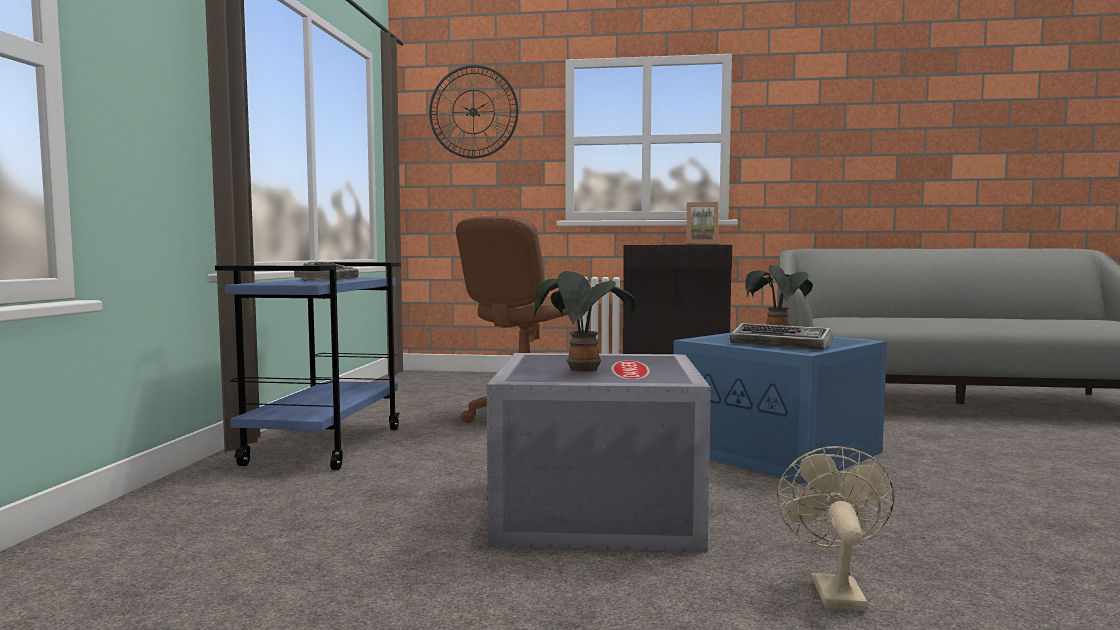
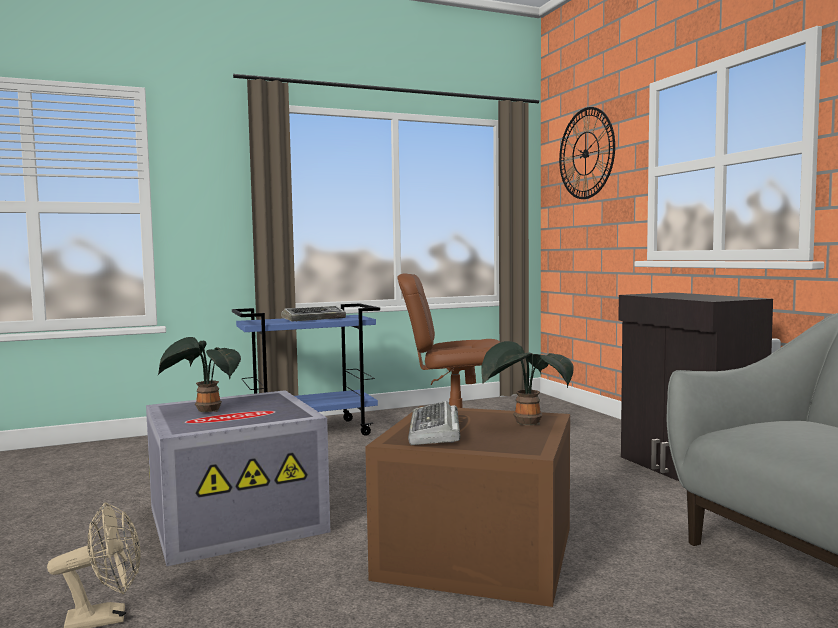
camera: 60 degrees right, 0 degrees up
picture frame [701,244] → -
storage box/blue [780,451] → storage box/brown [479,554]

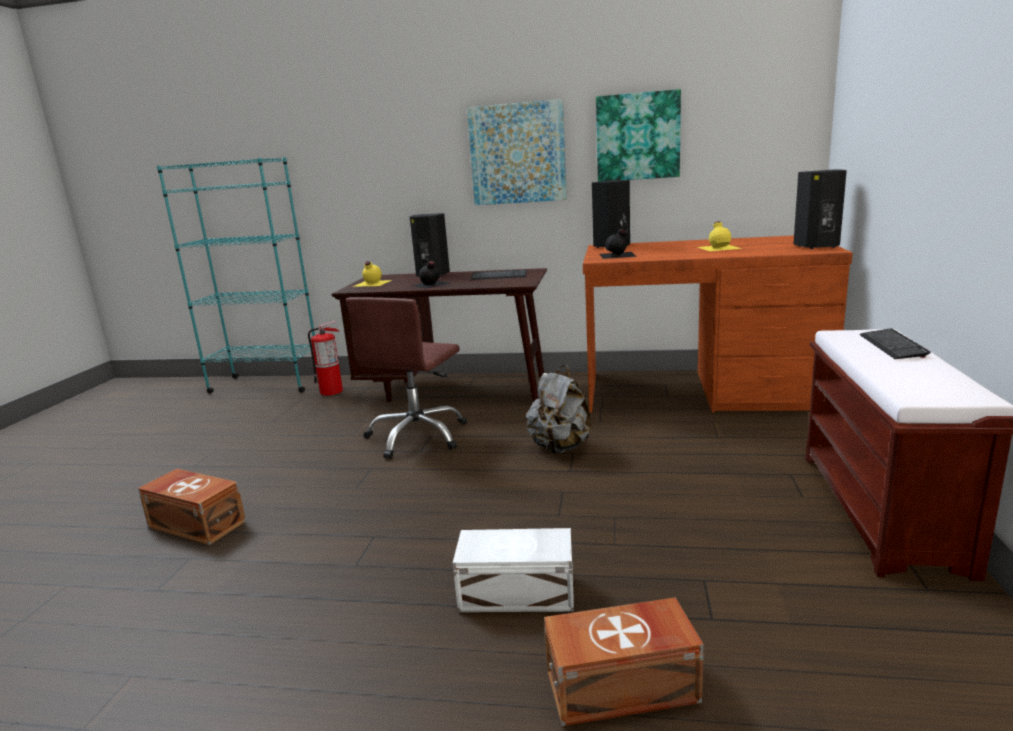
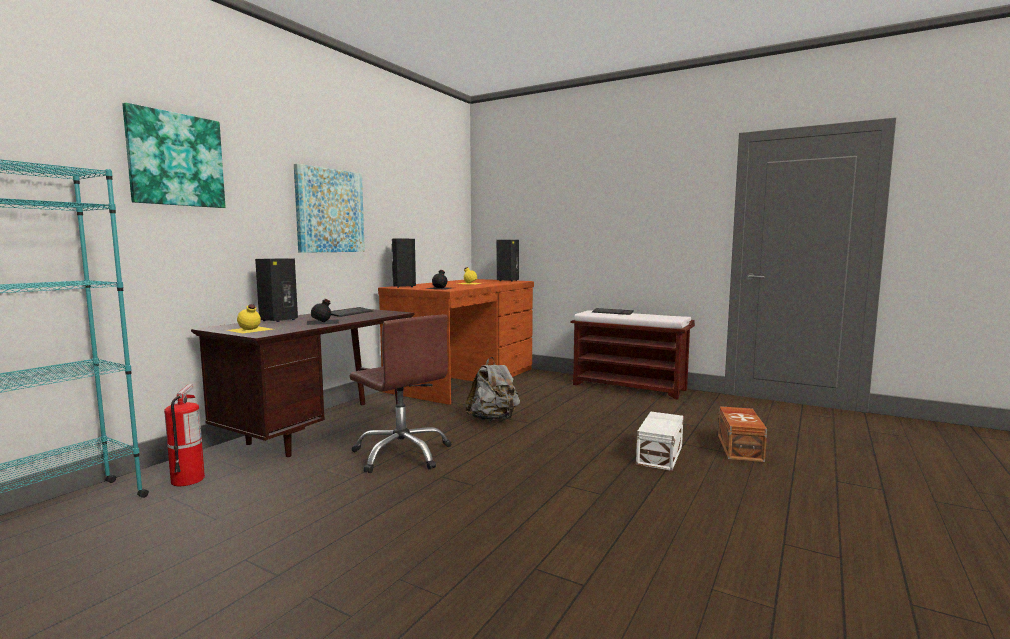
camera: 70 degrees left, 10 degrees down
storage box/brown [197,523] → -
picture [637,137] → picture [176,160], relocated

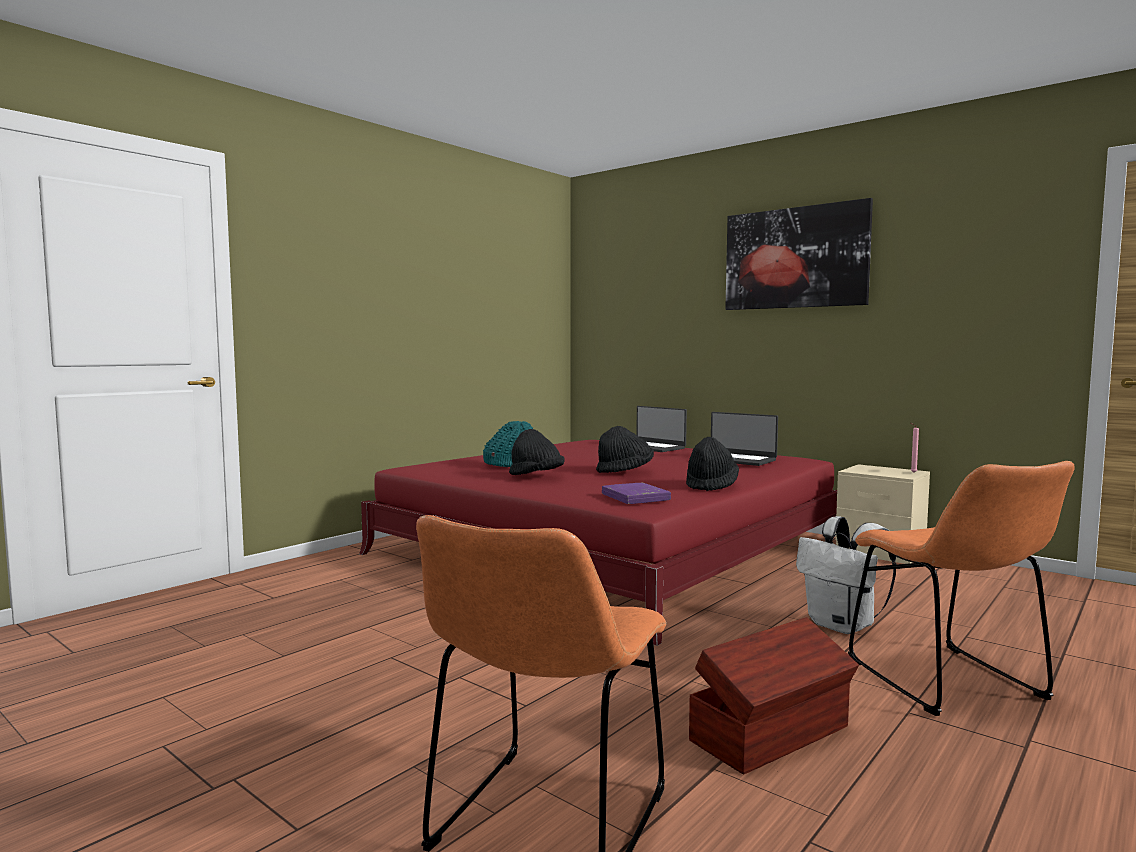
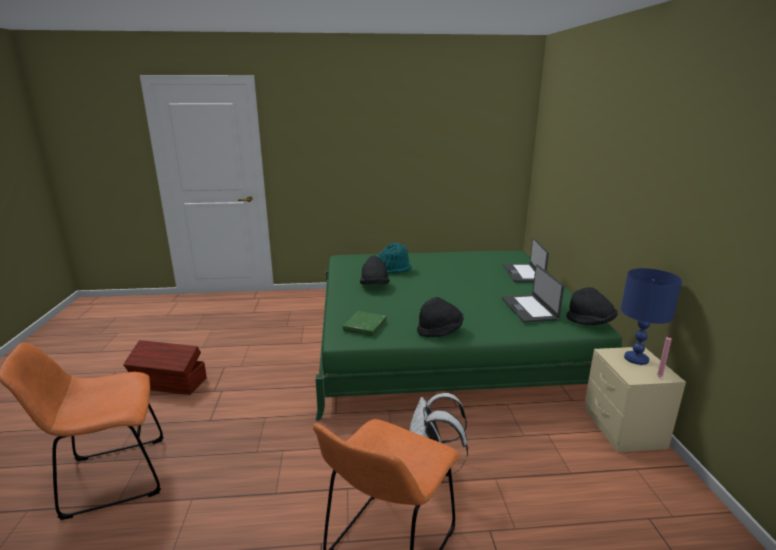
camera: 45 degrees right, 15 degrees up
picture [795,258] → -
- → table lamp/blue [636,358]
hat/black [625,471] → hat/black [590,322], relocated
storage box/brown [773,734] → storage box/brown [169,383], relocated
bed/red [610,546] → bed/green [444,338]
book/purple [635,498] → book/green [365,326]

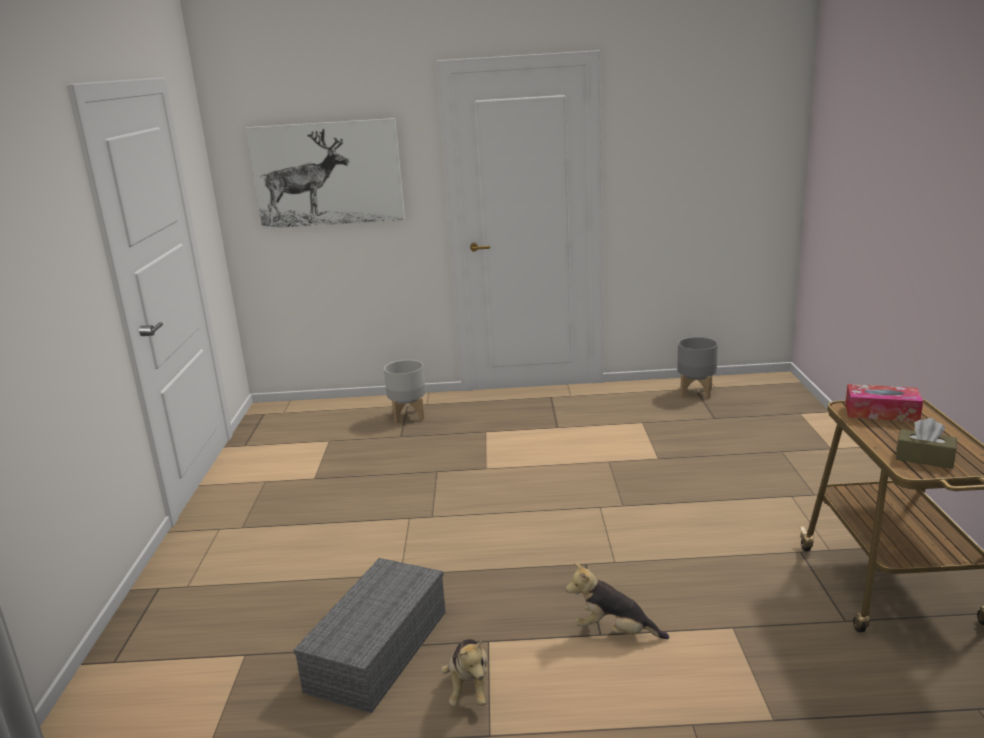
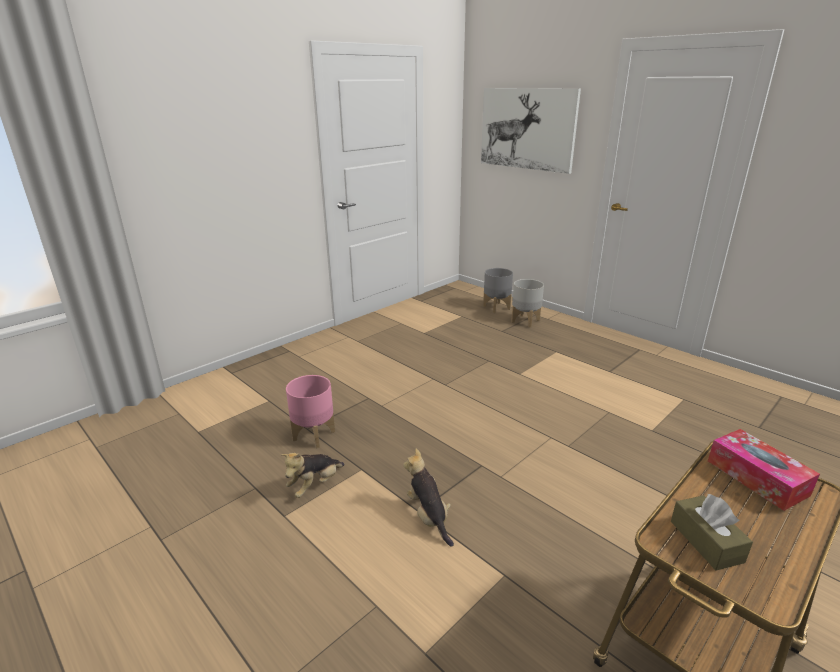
camera: 45 degrees right, 5 degrees up
planter/grey [696,392] → planter/grey [496,307], relocated
storage box/grey [378,648] → planter/pink [314,435]

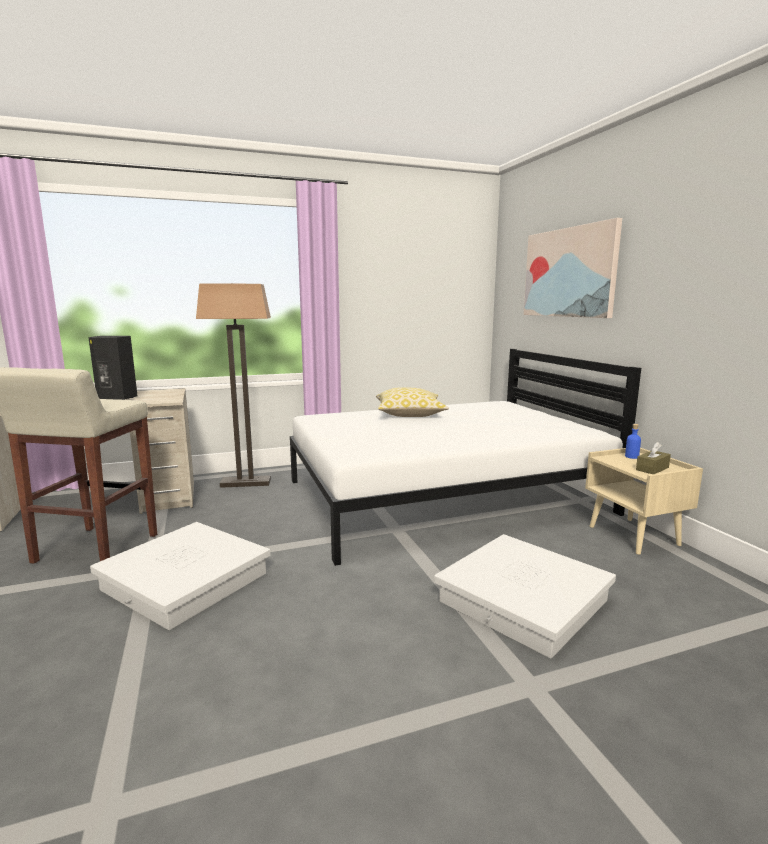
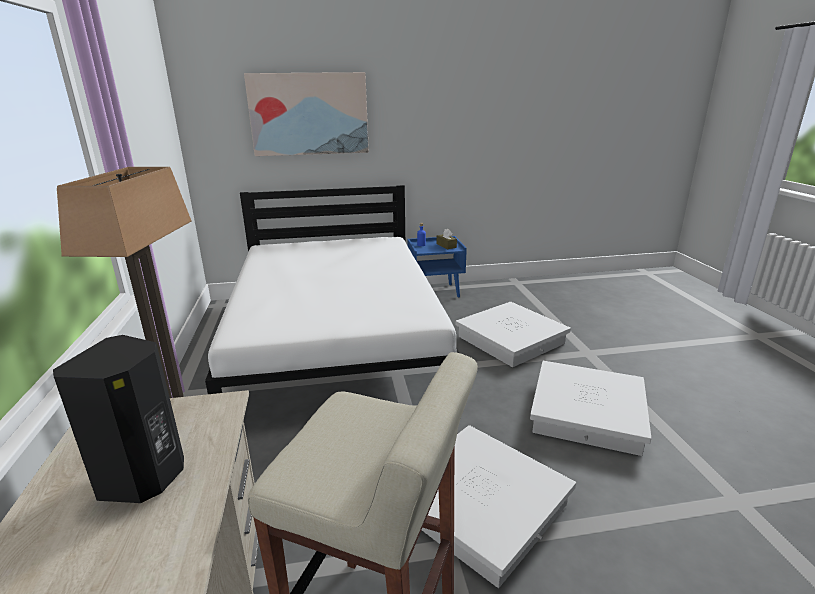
camera: 80 degrees left, 10 degrees up
pillow [409,414] → -
- → storage box/white [587,413]
nightstand/beige [634,536] → nightstand/blue [435,292]

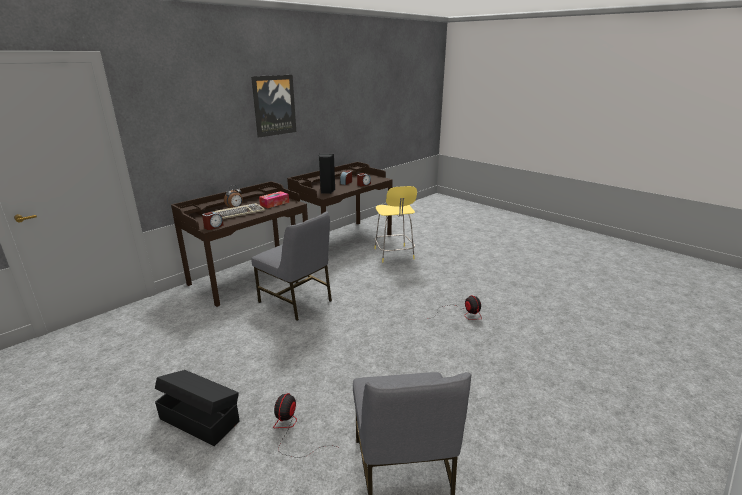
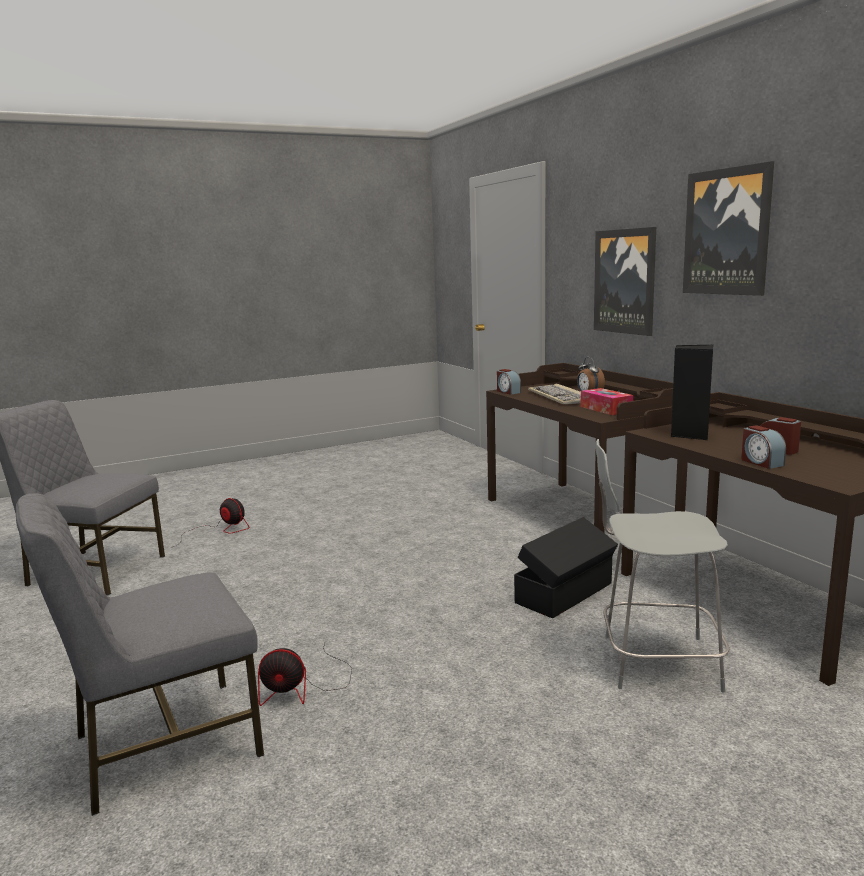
camera: 110 degrees right, 10 degrees down
- → picture [625,281]
storage box/black [200,419] → storage box/black [566,593], relocated
chair/grey [296,301] → chair/grey [163,744], relocated
stool/yellow [394,254] → stool/grey [655,662]

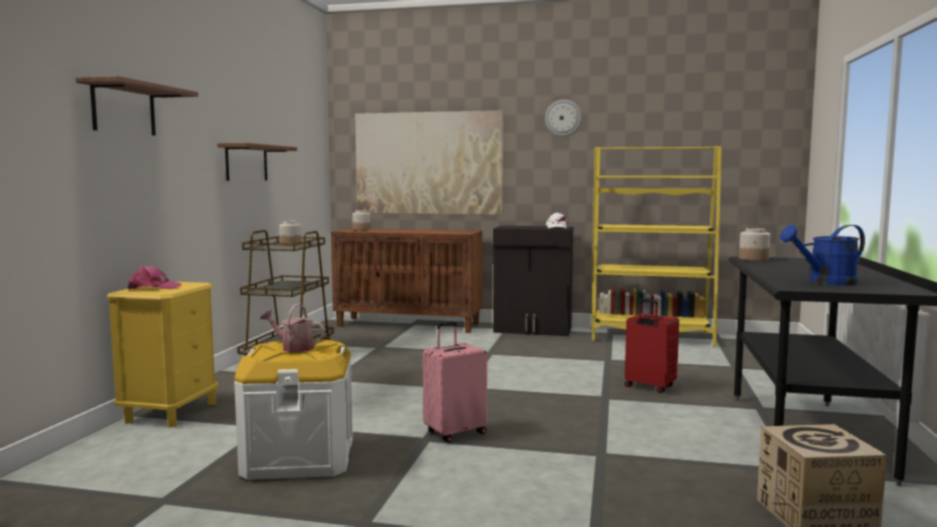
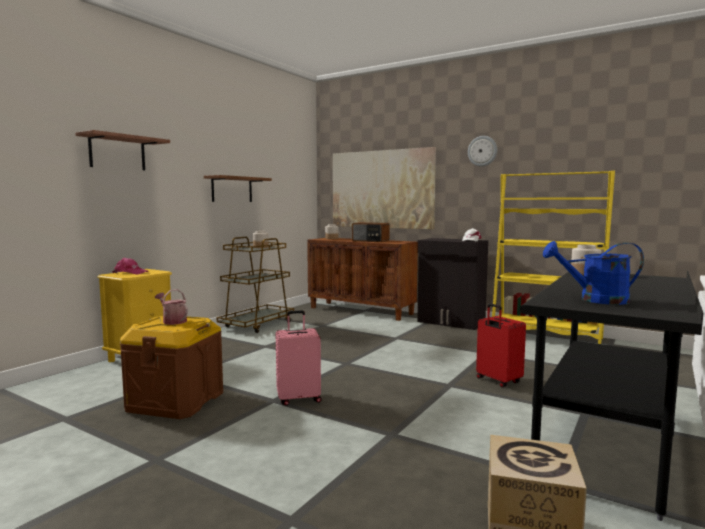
camera: 20 degrees right, 0 degrees up
- → radio [370,241]
storage box/white [299,458] → storage box/brown [175,401]

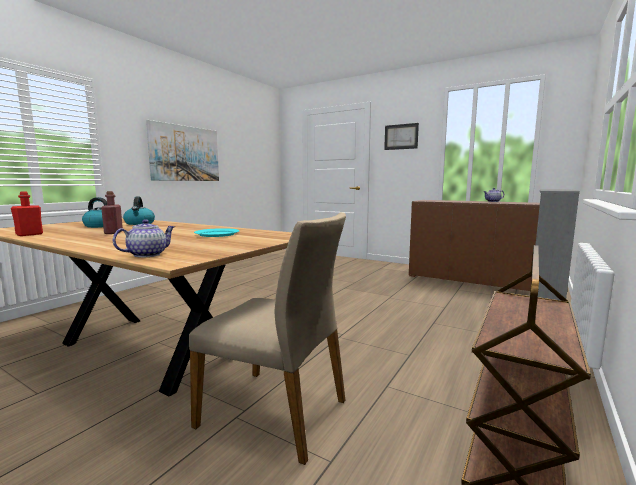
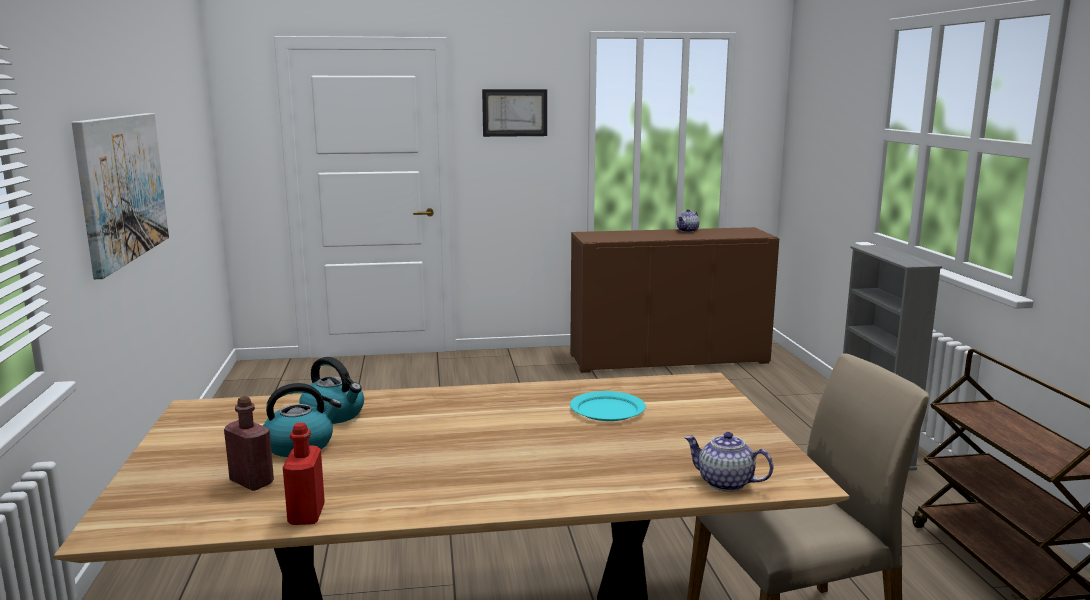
camera: 40 degrees left, 5 degrees up
bottle/red [113,233] → bottle/red [252,482], relocated
teapot [147,255] → teapot [724,483], 60 degrees counterclockwise

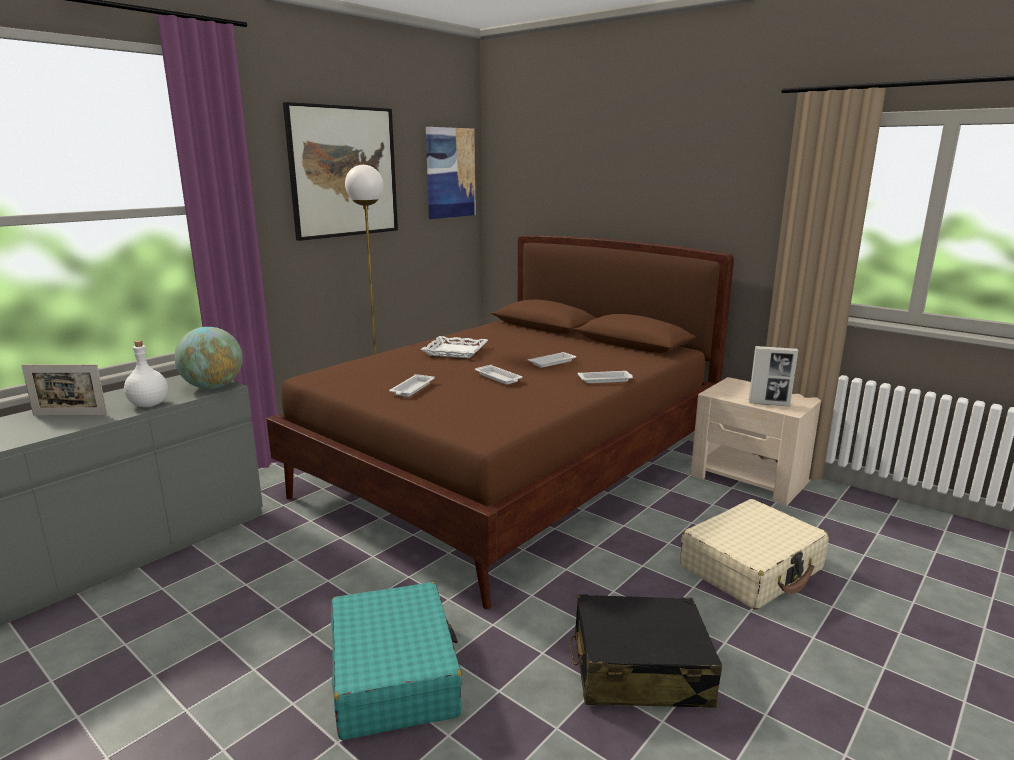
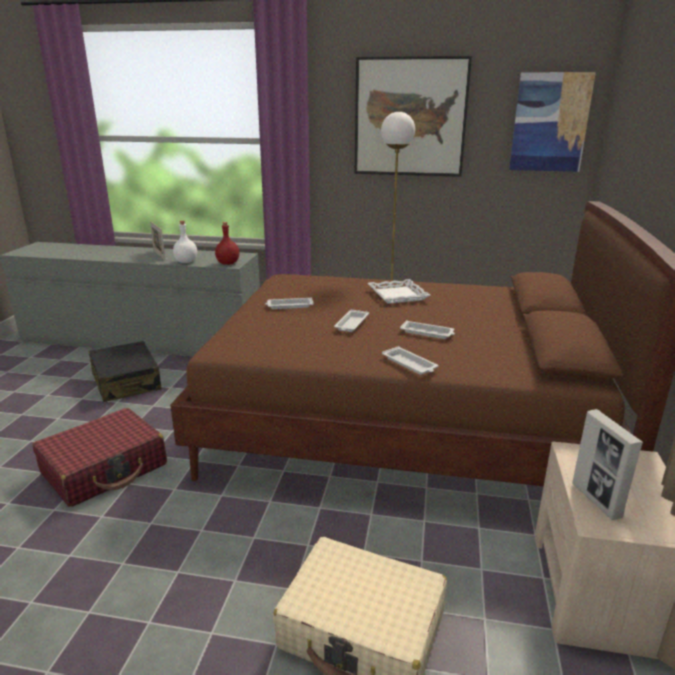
camera: 60 degrees right, 5 degrees up
suitcase/black [639,670] → suitcase/black [126,382], relocated
globe [213,387] → bottle/red [227,263]
suitcase/turquoise [394,674] → suitcase/red [105,468]

